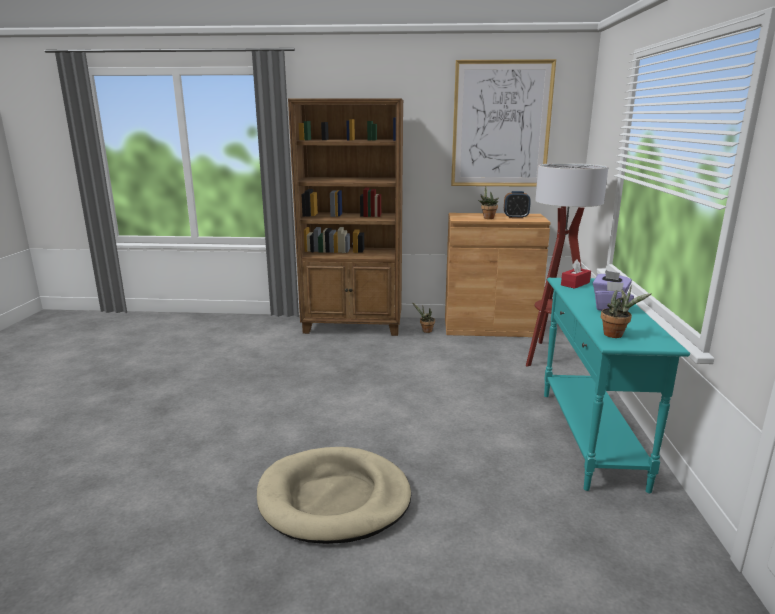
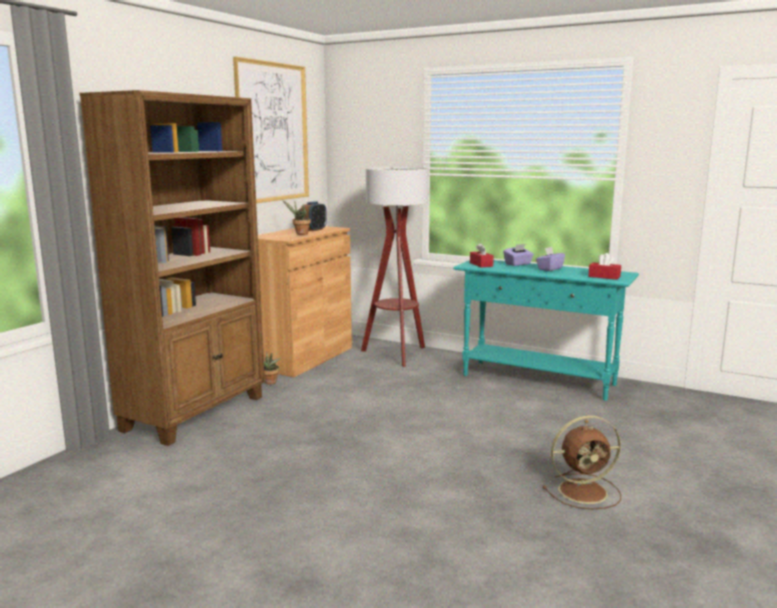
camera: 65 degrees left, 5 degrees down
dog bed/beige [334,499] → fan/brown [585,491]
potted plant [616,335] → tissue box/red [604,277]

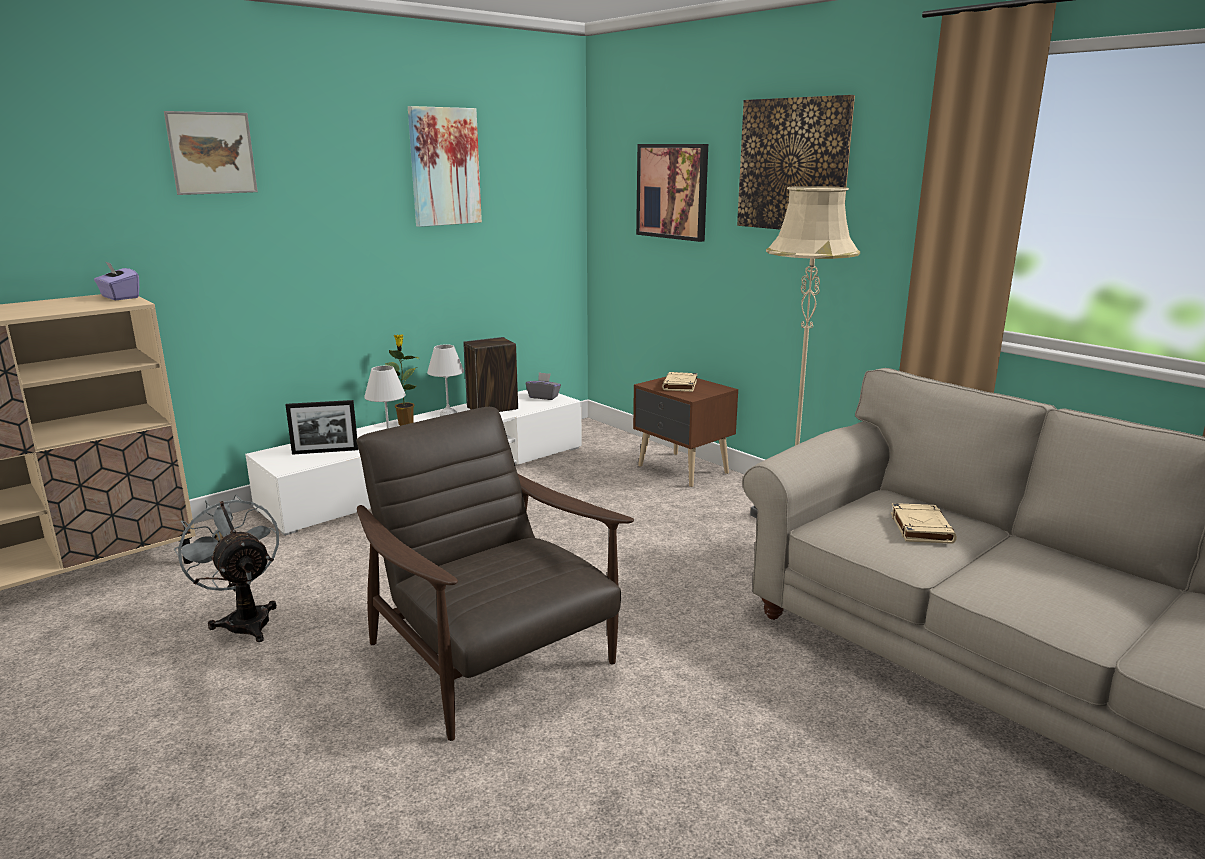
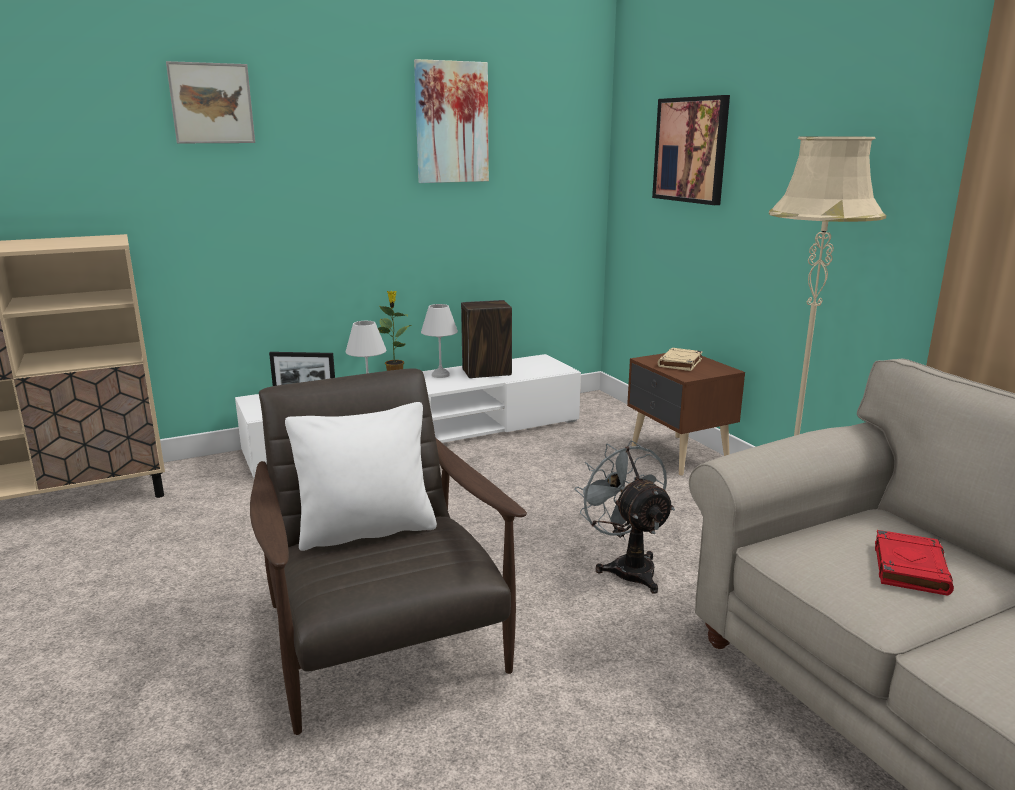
camera: 15 degrees right, 0 degrees up
tissue box/purple [119,297] → -
tissue box/grey [543,397] → -
picture [793,165] → -
- → pillow/white [367,531]
fan/grey [244,619] → fan/grey [627,567], relocated
book/beige [920,528] → book/red [909,567]

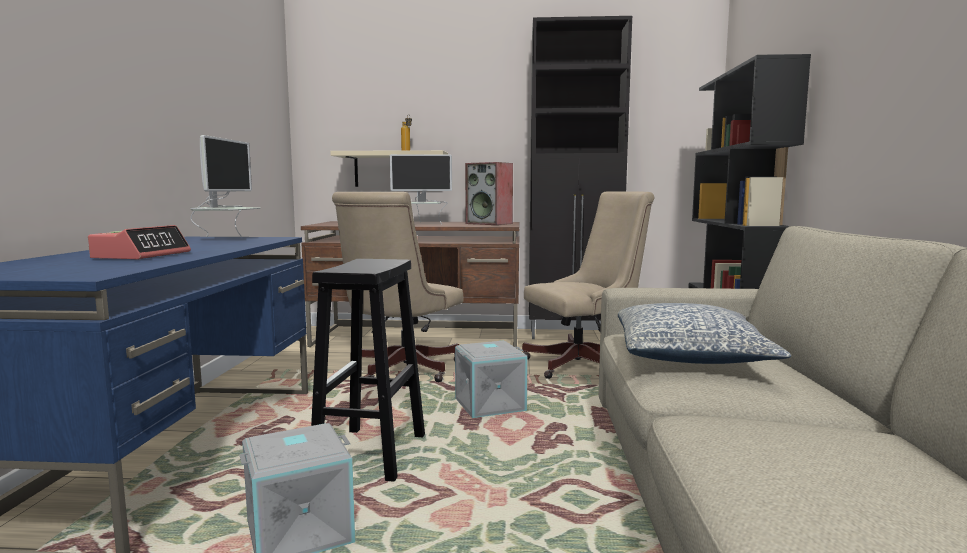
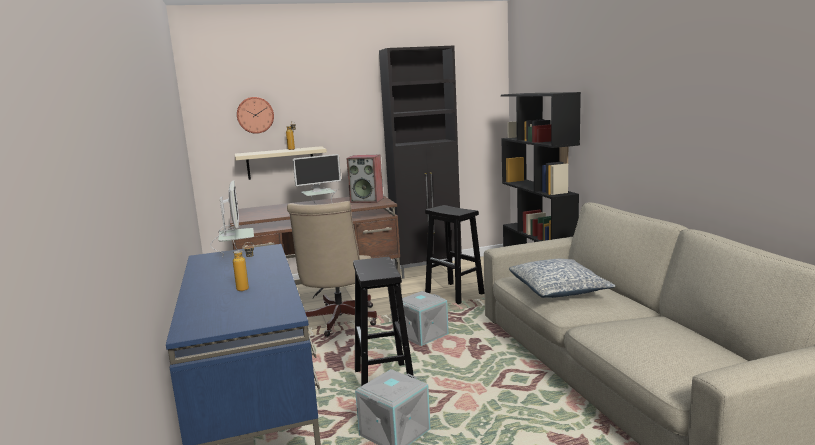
camera: 20 degrees left, 5 degrees up
- → wall clock [255,115]
alarm clock [142,255] → bottle [248,289]
office chair/beige [586,365] → stool/black [455,293]

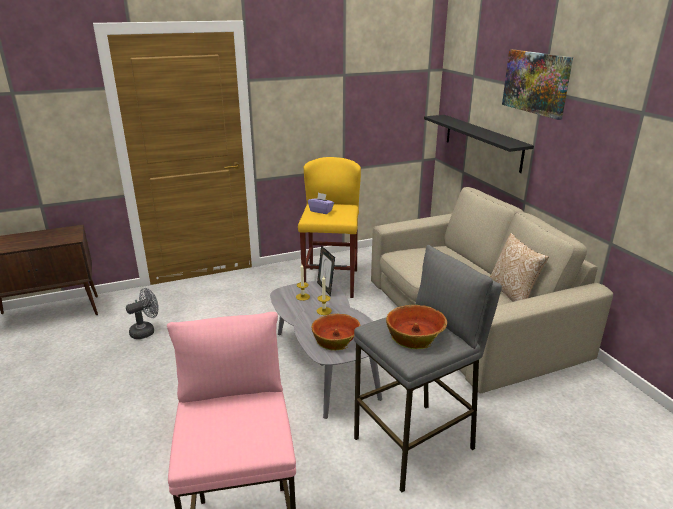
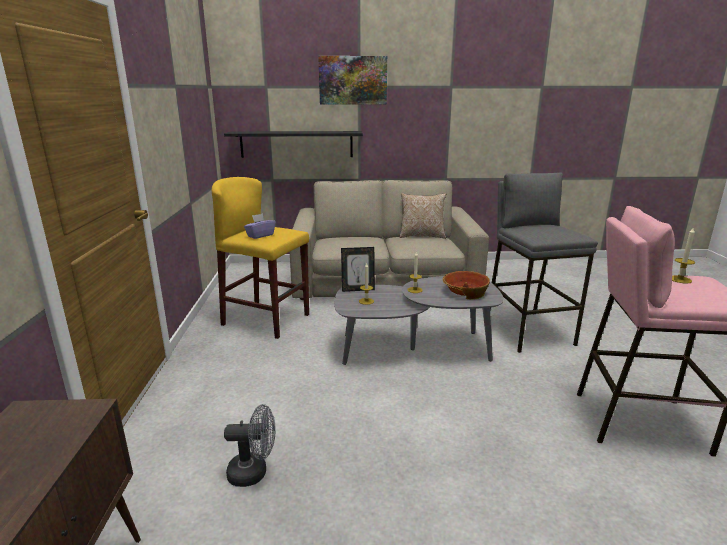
camera: 70 degrees left, 5 degrees down
bowl [415,335] → -
- → candle [680,279]
fan/grey [146,331] → fan/grey [254,472], 105 degrees clockwise

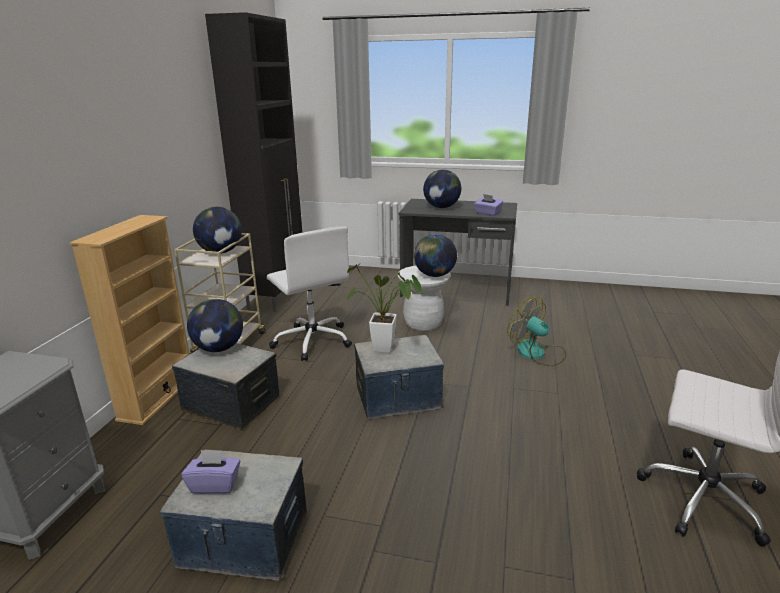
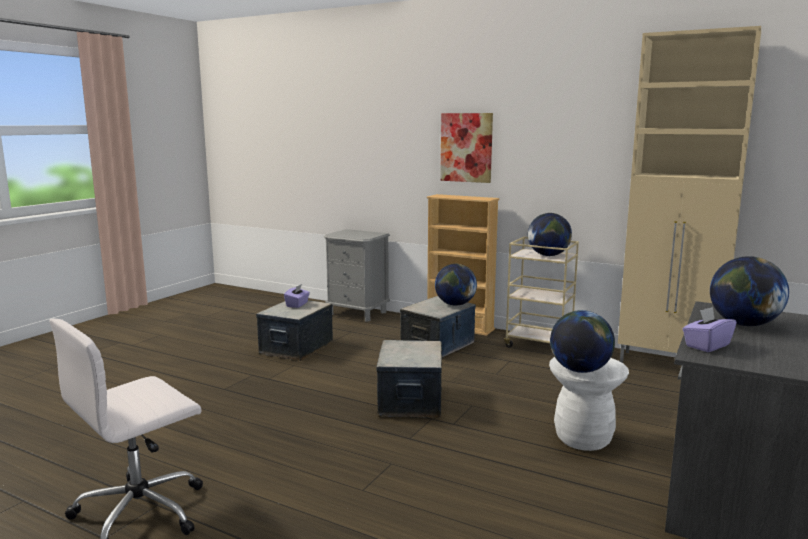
camera: 105 degrees right, 10 degrees down
office chair/white [312,340] → -
potted plant [388,349] → -
fan [537,353] → -
- → picture [466,147]
cabinet/black [277,296] → cabinet/beige [669,365]

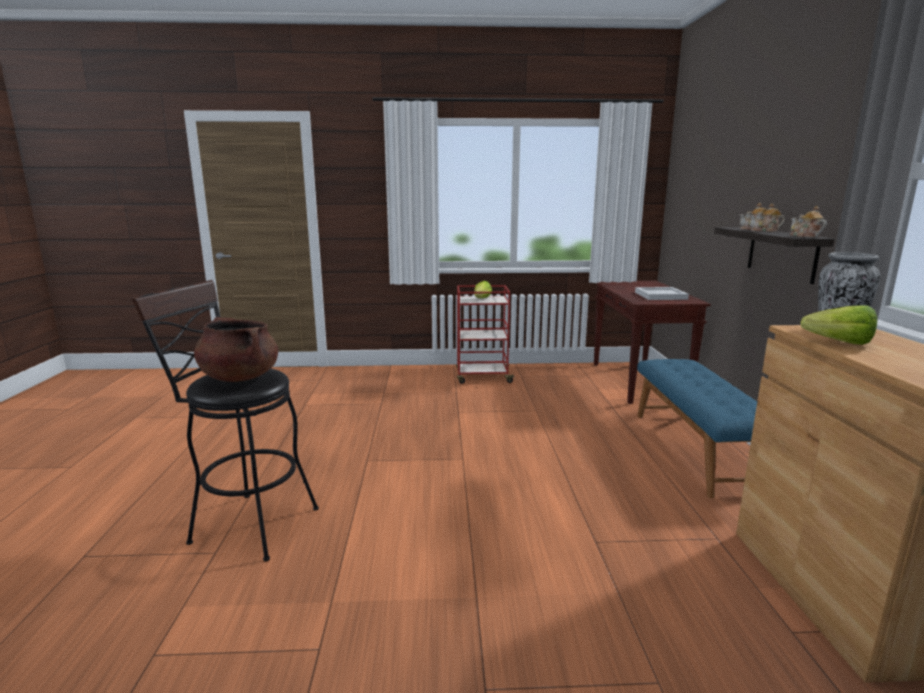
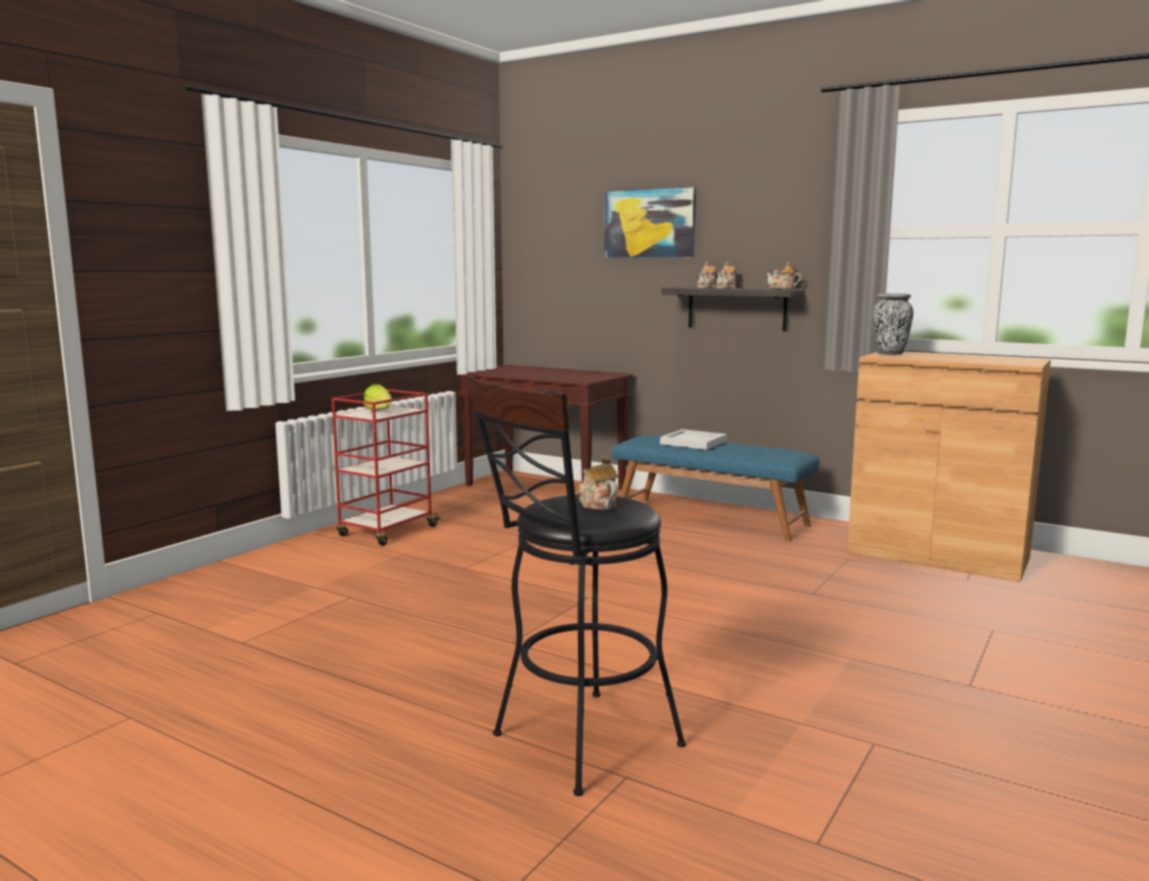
camera: 55 degrees left, 5 degrees down
lettuce [832,342] → -
- → picture [649,224]
tray/white [659,295] → tray/white [692,442], relocated
cooking pot/brown [239,377] → teapot [597,504]

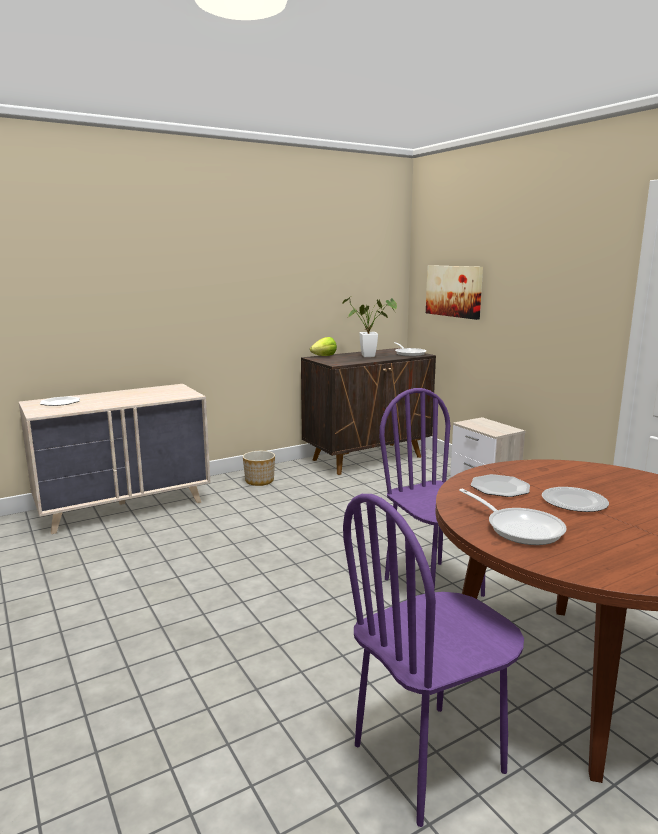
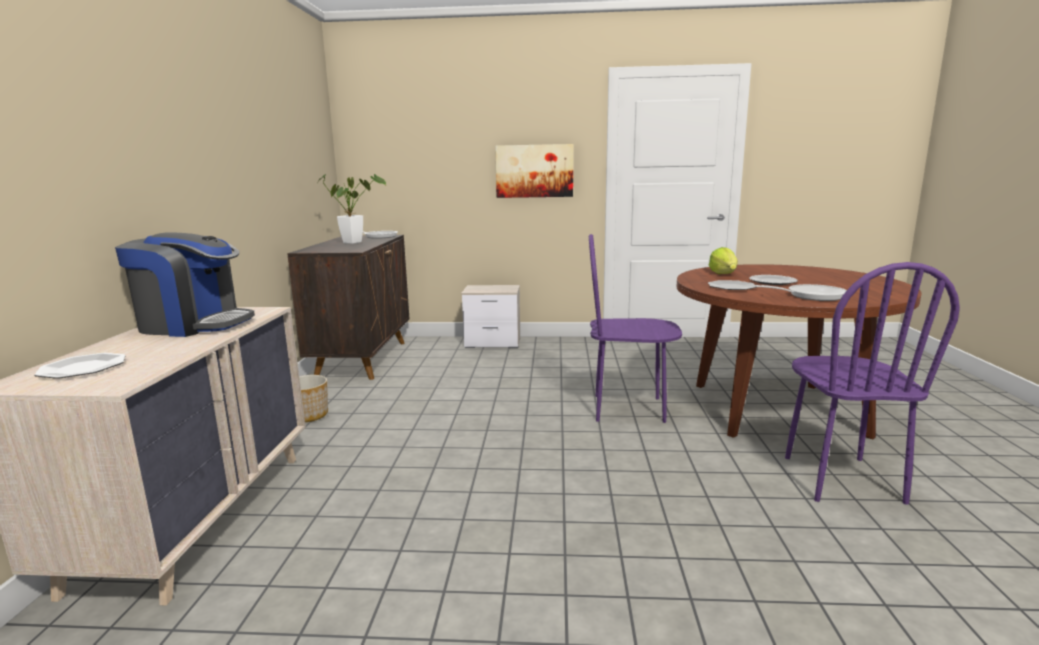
camera: 55 degrees left, 0 degrees up
- → coffee machine [194,325]
lettuce [324,356] → lettuce [723,274], relocated
picture [454,291] → picture [534,171], relocated

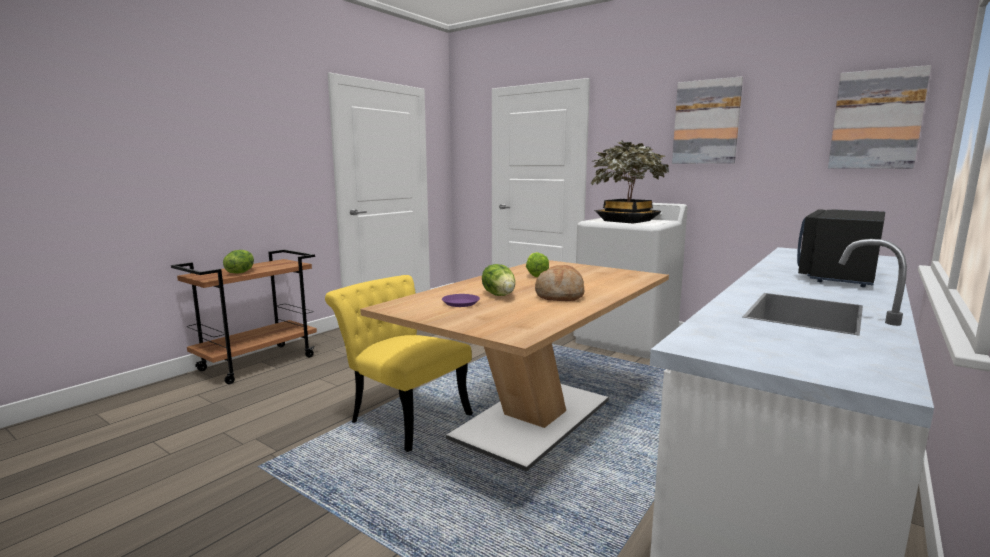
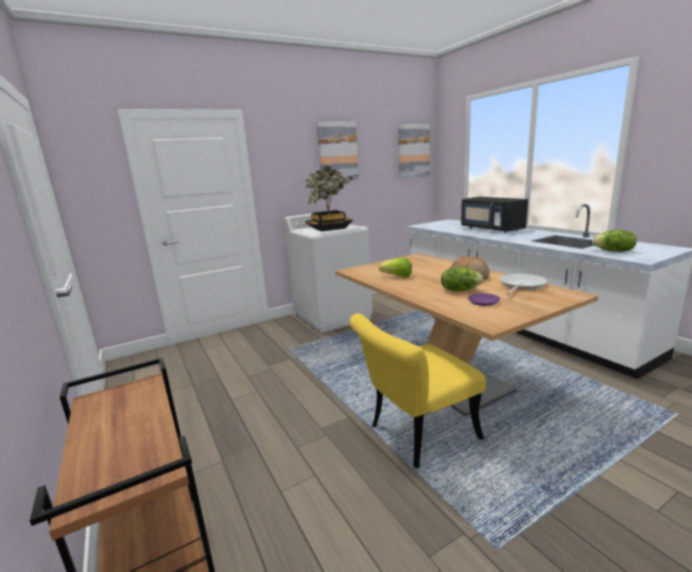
camera: 65 degrees left, 5 degrees up
- → frying pan [521,286]
lettuce [240,272] → lettuce [614,251], relocated

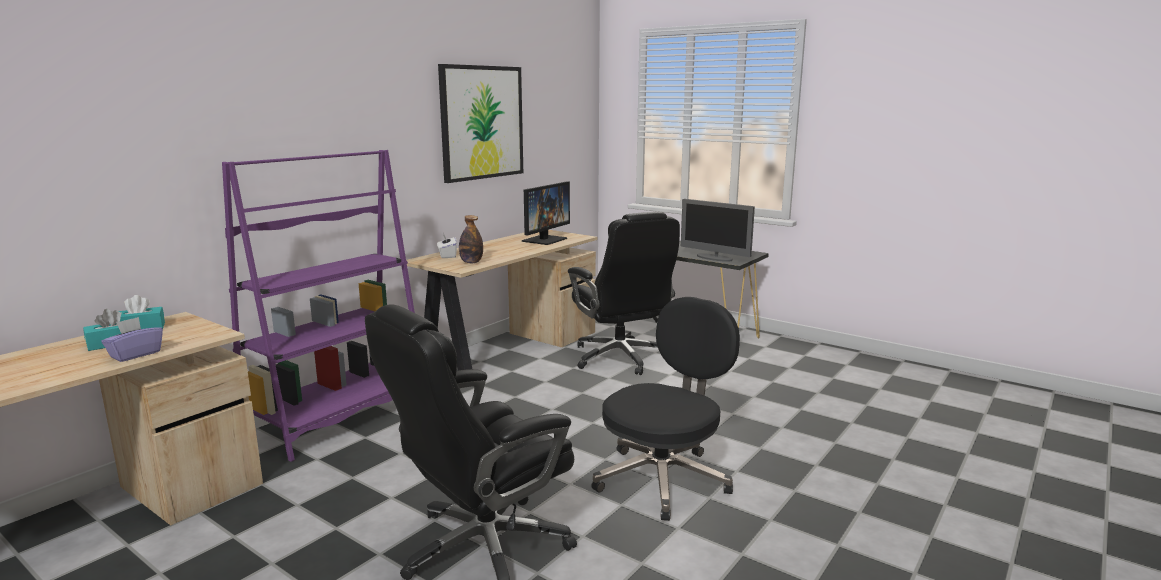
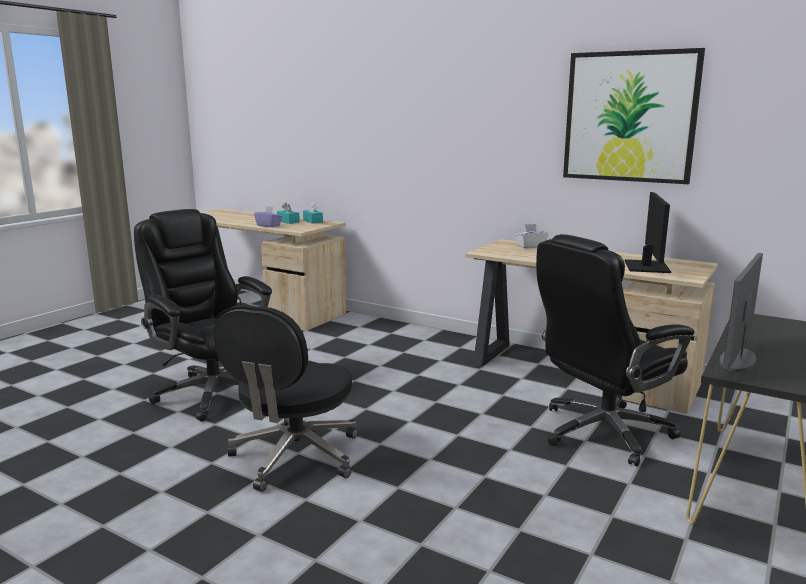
camera: 85 degrees right, 0 degrees up
bookcase/purple [340,418] → -
bottle [471,262] → -
monitor [544,240] → monitor [646,266], 105 degrees counterclockwise
office chair/black [663,479] → office chair/black [294,457], 75 degrees clockwise

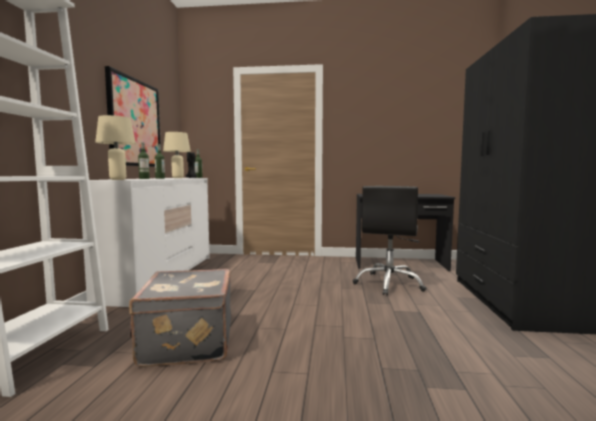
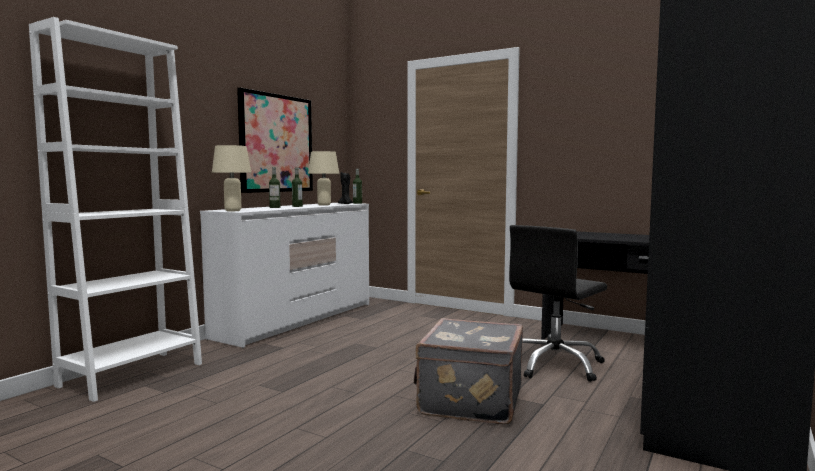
camera: 25 degrees right, 0 degrees up
suitcase/grey [186,342] → suitcase/grey [469,400], relocated

